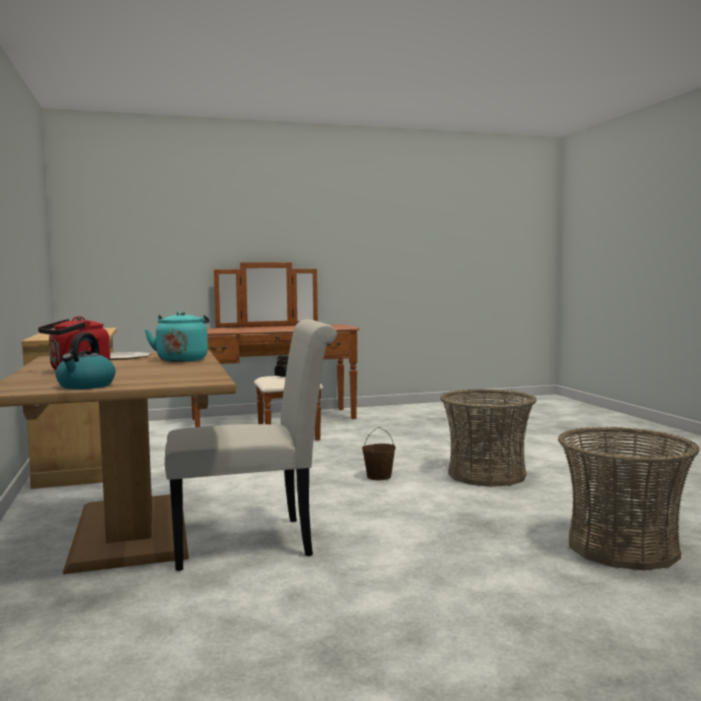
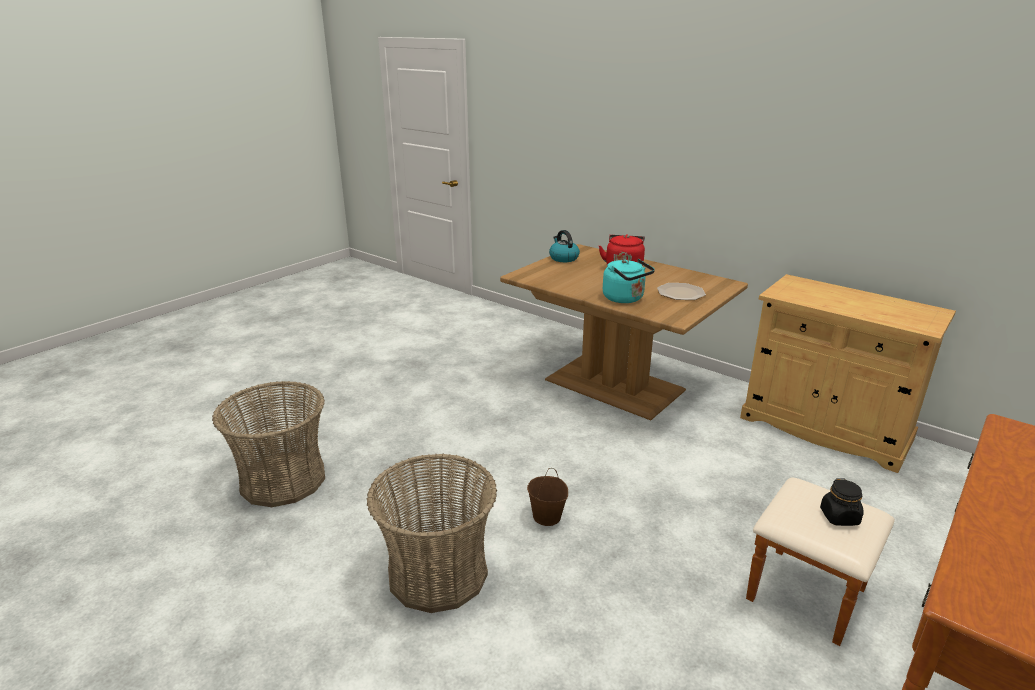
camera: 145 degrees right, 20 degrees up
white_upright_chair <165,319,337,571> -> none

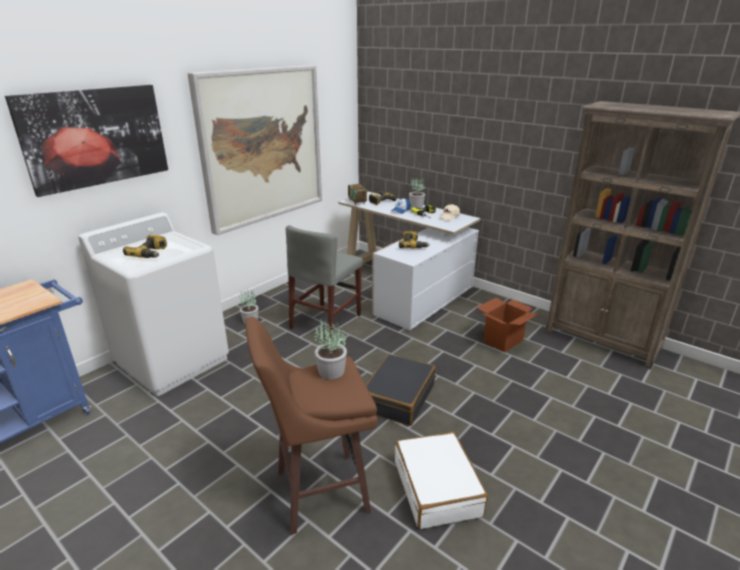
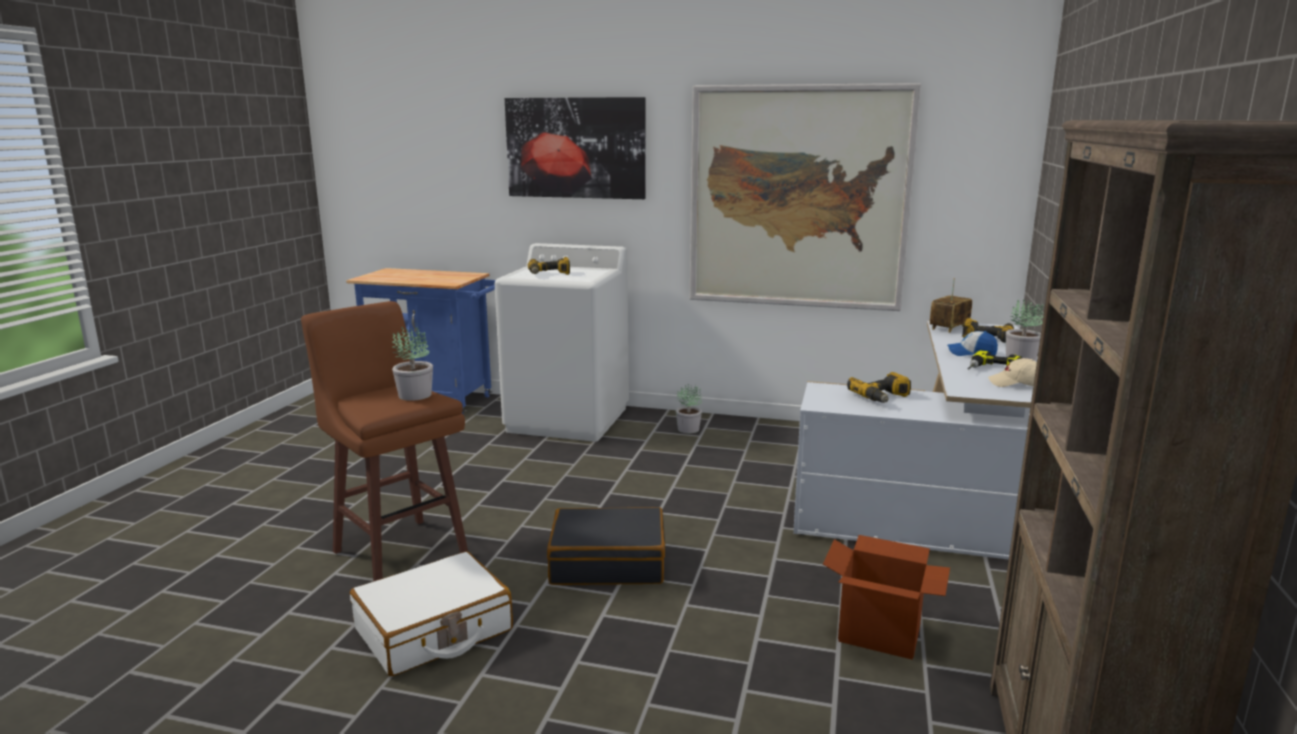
camera: 65 degrees right, 10 degrees down
greyish_upright_chair <286,225,363,338> -> none

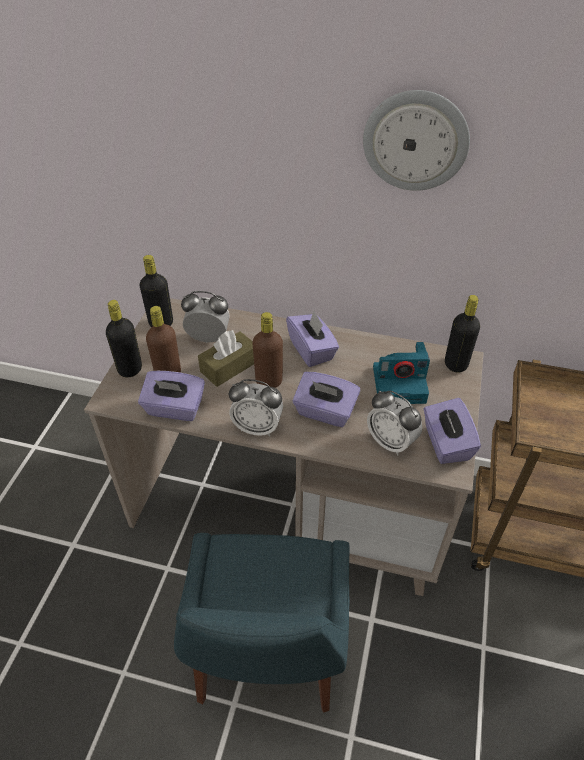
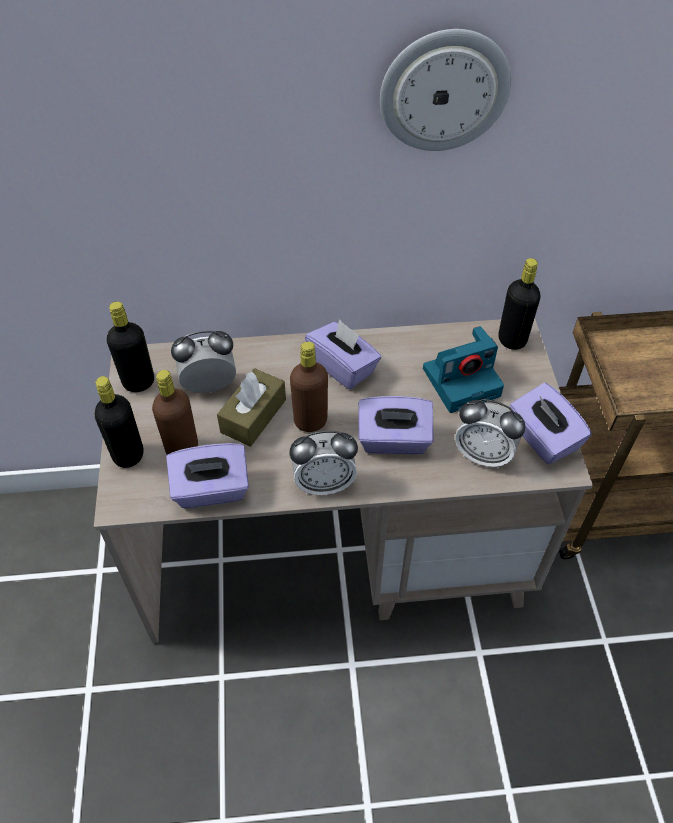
camera: 20 degrees left, 5 degrees up
bluish_upright_chair <174,533,350,713> -> none

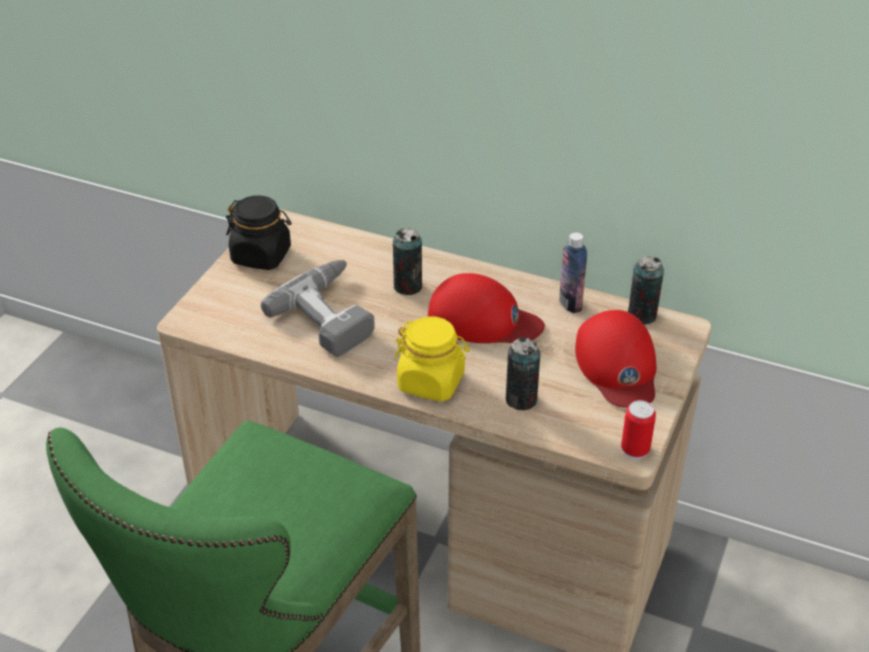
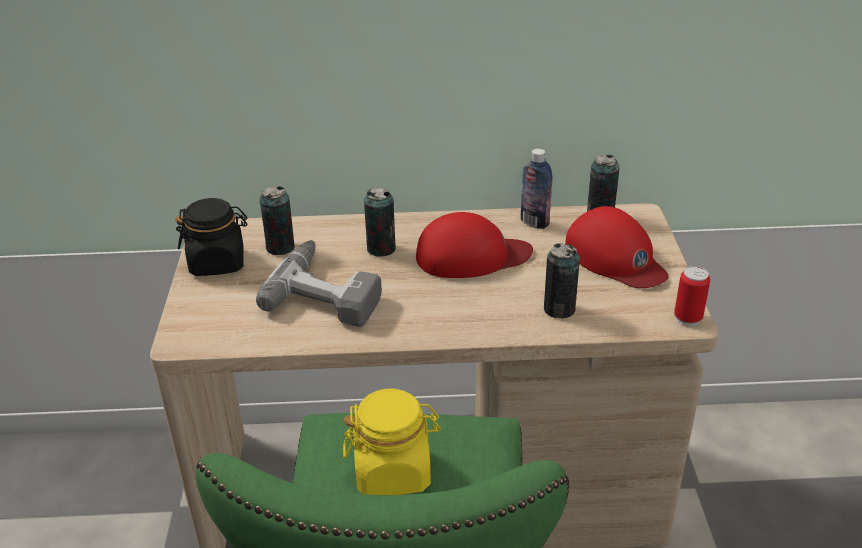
camera: 25 degrees left, 5 degrees down
none -> metal_can <260,186,295,255>
yellow-coloured_preserve_jar <394,316,470,402> -> yellow-coloured_preserve_jar <343,389,441,495>, move

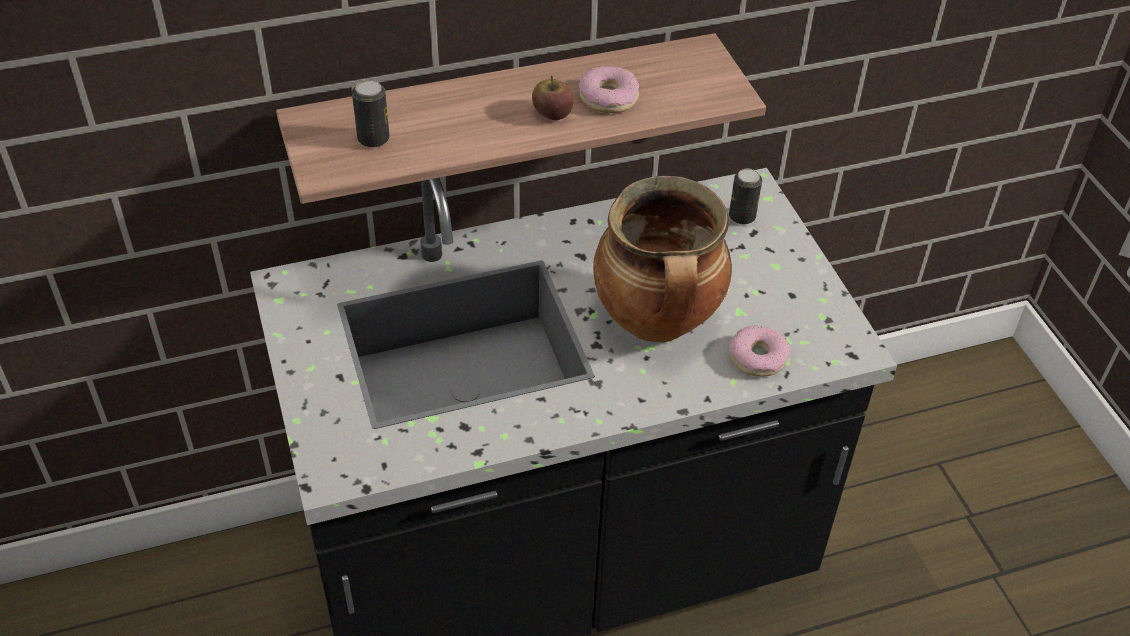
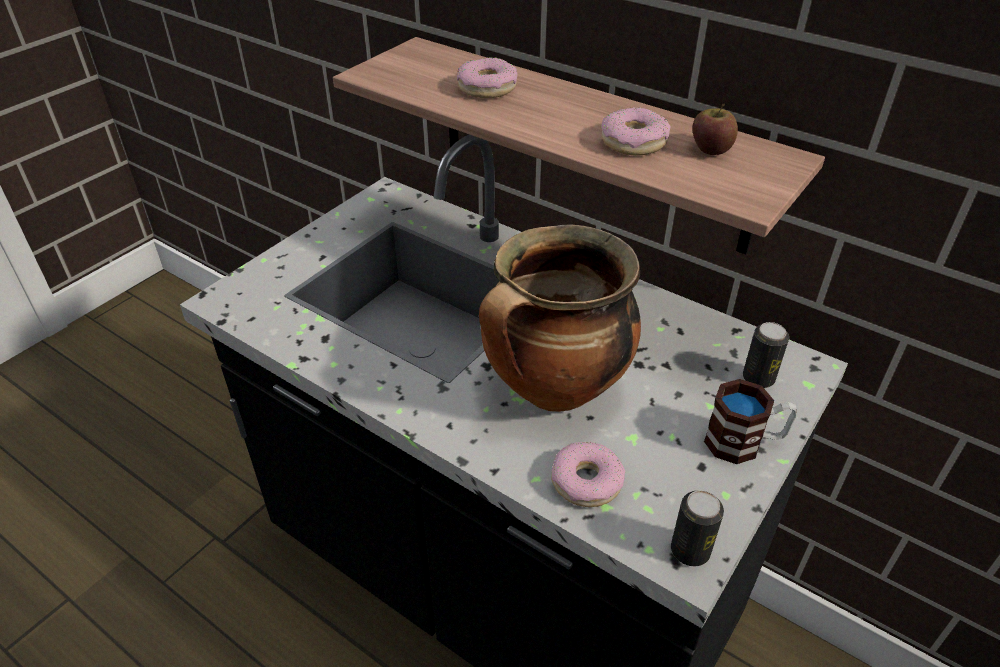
camera: 55 degrees right, 5 degrees down
none -> doughnut <457,57,518,98>
none -> mug <704,379,797,464>
metal_can <352,80,390,148> -> metal_can <671,490,724,566>, move
apple <532,76,573,120> -> apple <692,104,738,155>, move

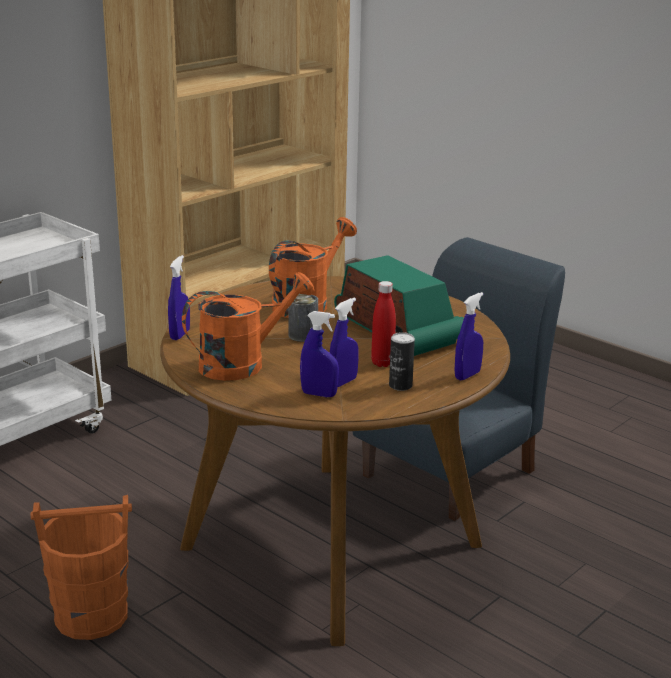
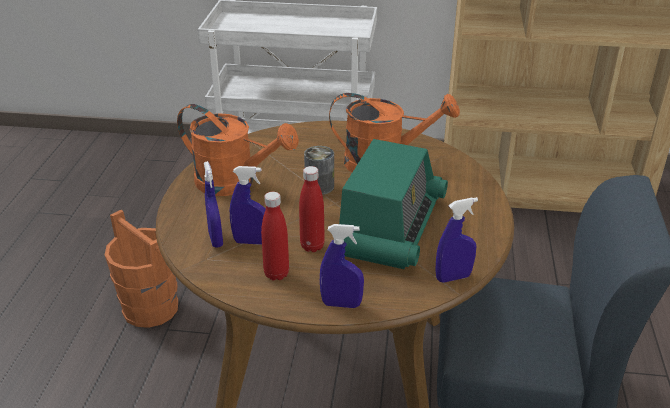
camera: 55 degrees right, 10 degrees up
bluish_spray_bottle <168,255,190,340> -> bluish_spray_bottle <435,197,478,283>, move
metal_can <389,332,415,391> -> red_drink_bottle <261,192,289,281>

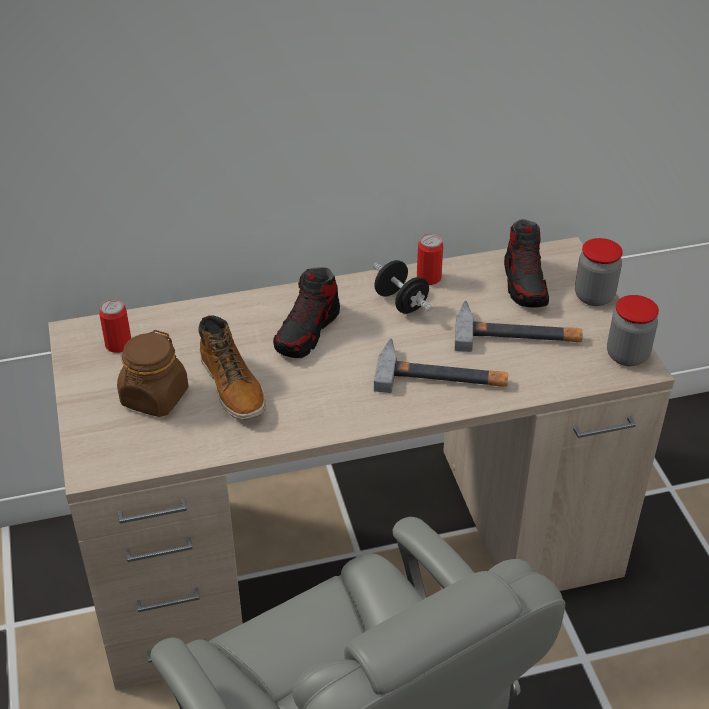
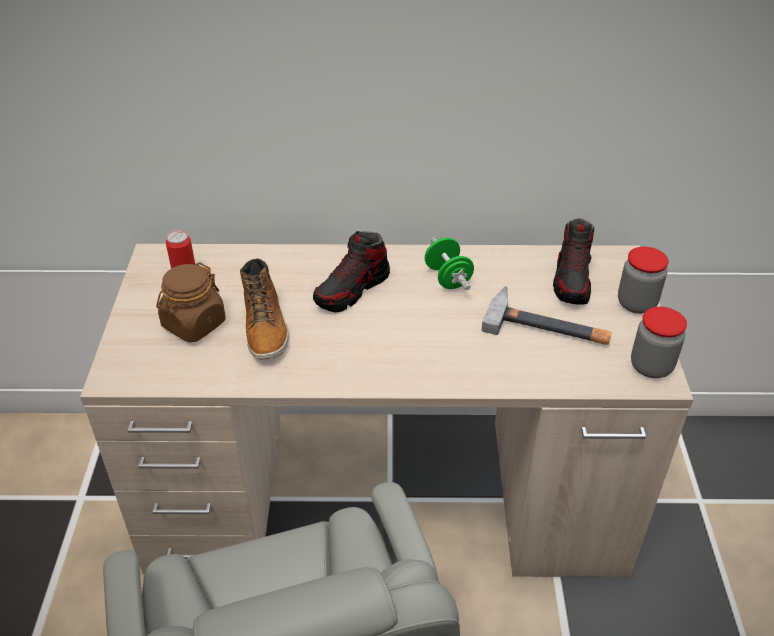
camera: 15 degrees right, 0 degrees up
hammer <374,339,508,393> -> none
metal_can <417,234,443,285> -> none
black-coloured_dumbbell <373,260,433,314> -> greenish_dumbbell <425,238,474,290>

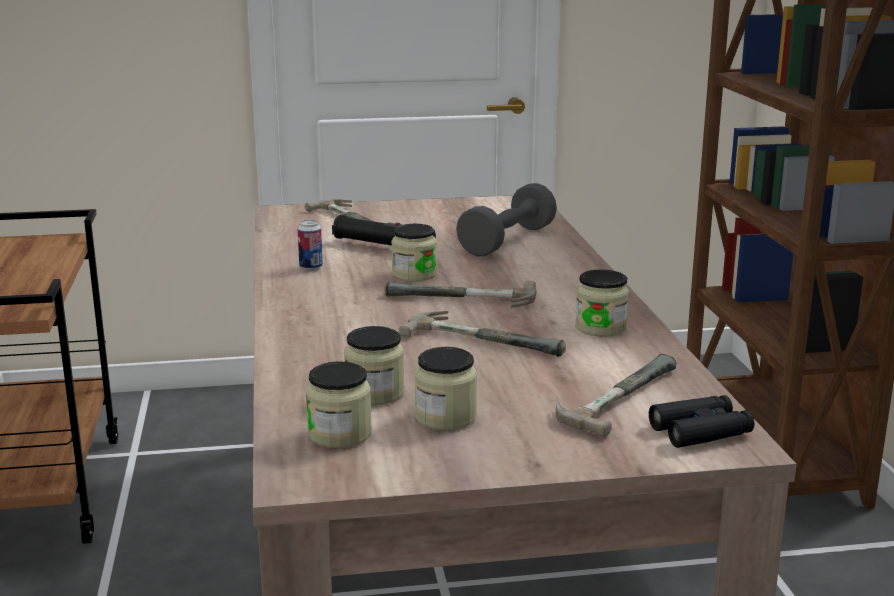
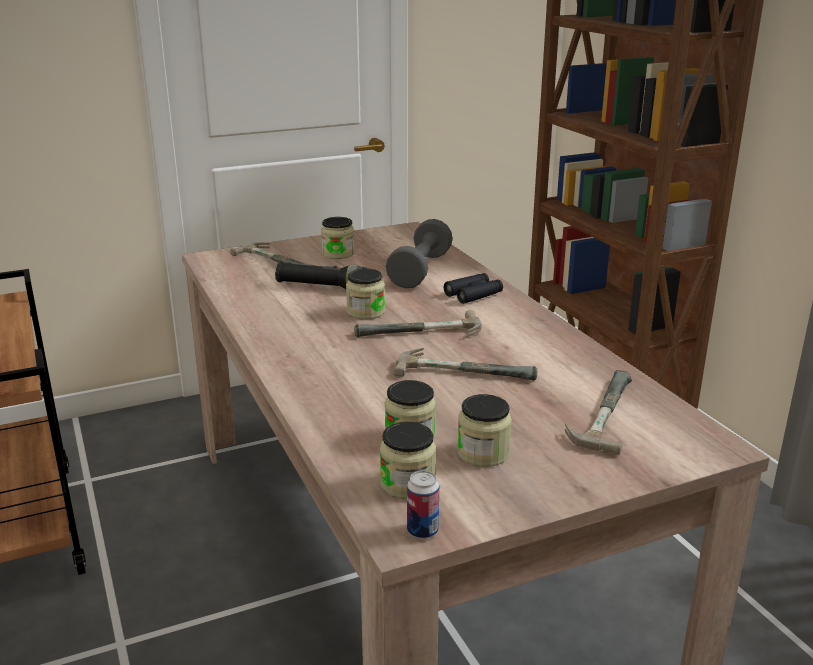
camera: 15 degrees left, 5 degrees up
metal_can <298,220,323,270> -> metal_can <407,471,439,539>, move
preserve_jar <575,270,629,337> -> preserve_jar <321,217,354,259>, move
black-coloured_pair_of_binoculars <649,395,754,448> -> black-coloured_pair_of_binoculars <444,273,503,304>, move

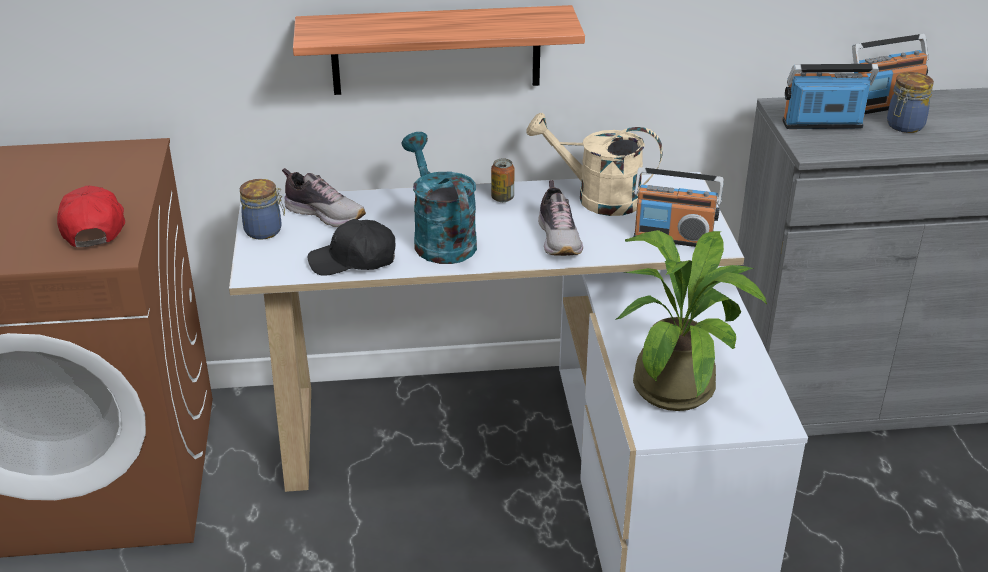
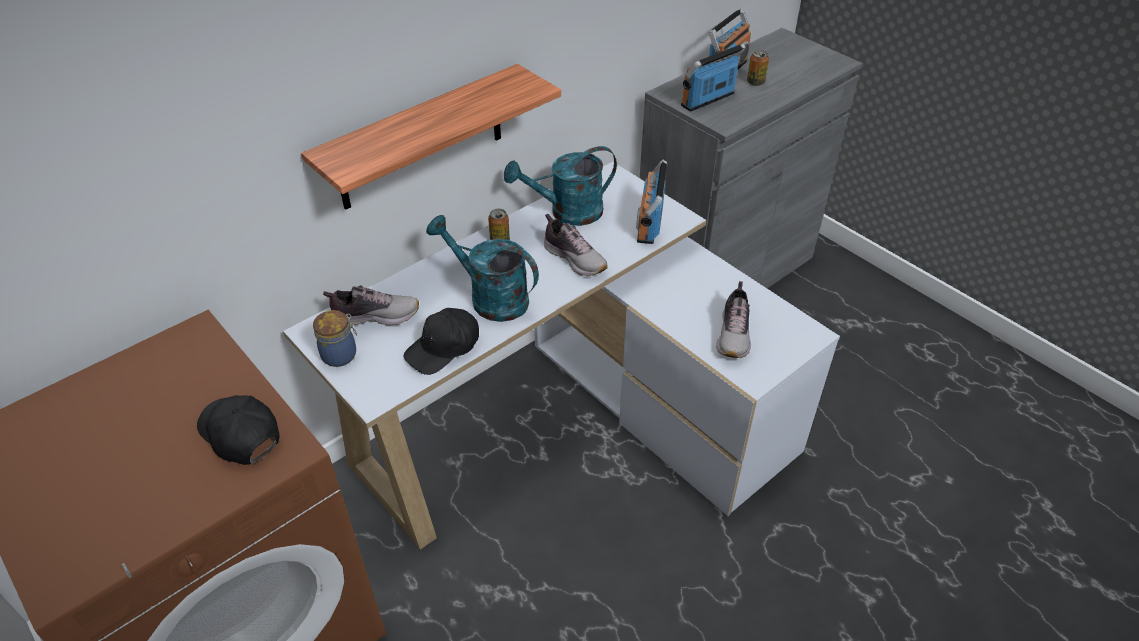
camera: 35 degrees left, 10 degrees up
potted_plant <615,230,767,411> -> low_shoe <716,281,751,358>
preserve_jar <887,72,934,133> -> metal_can <747,50,769,86>
red_baseball_cap <57,186,125,247> -> black-coloured_baseball_cap <197,395,280,465>
beige-coloured_watering_pot <526,112,663,216> -> turquoise_watering_pot <504,146,617,226>
radio <634,167,724,247> -> radio <636,160,667,244>, 120 degrees clockwise

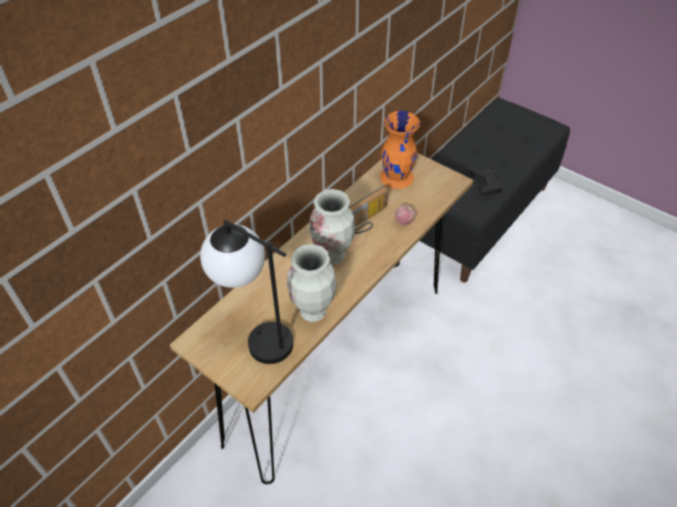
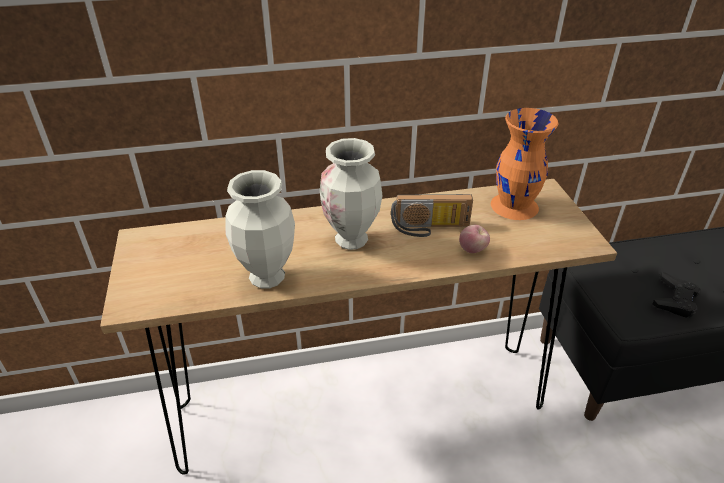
camera: 40 degrees right, 10 degrees down
tabletop_lamp <200,220,293,364> -> none

